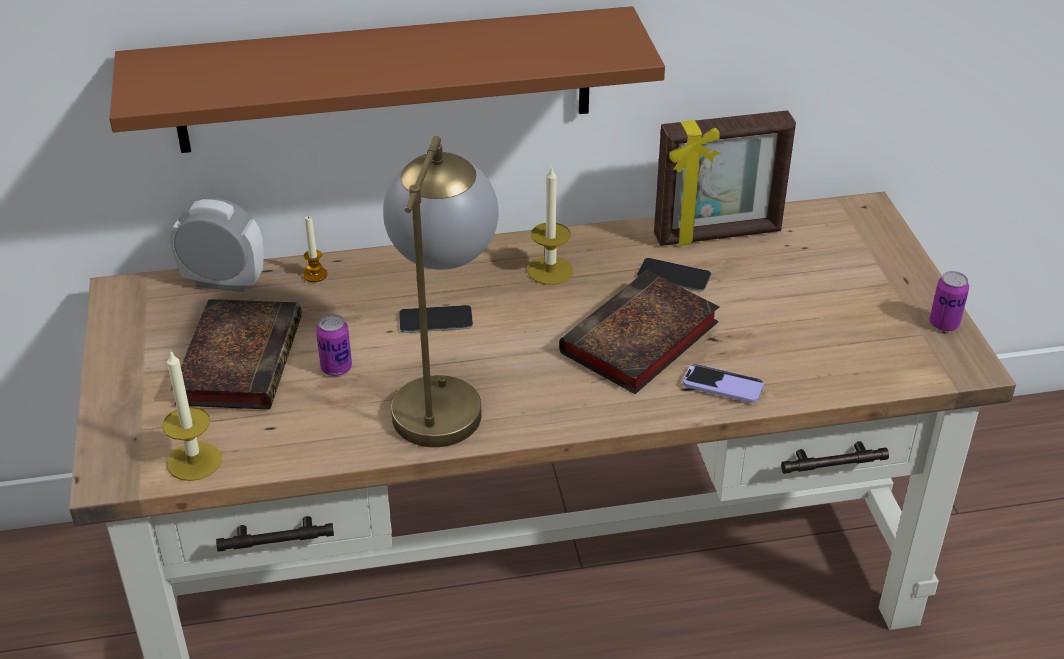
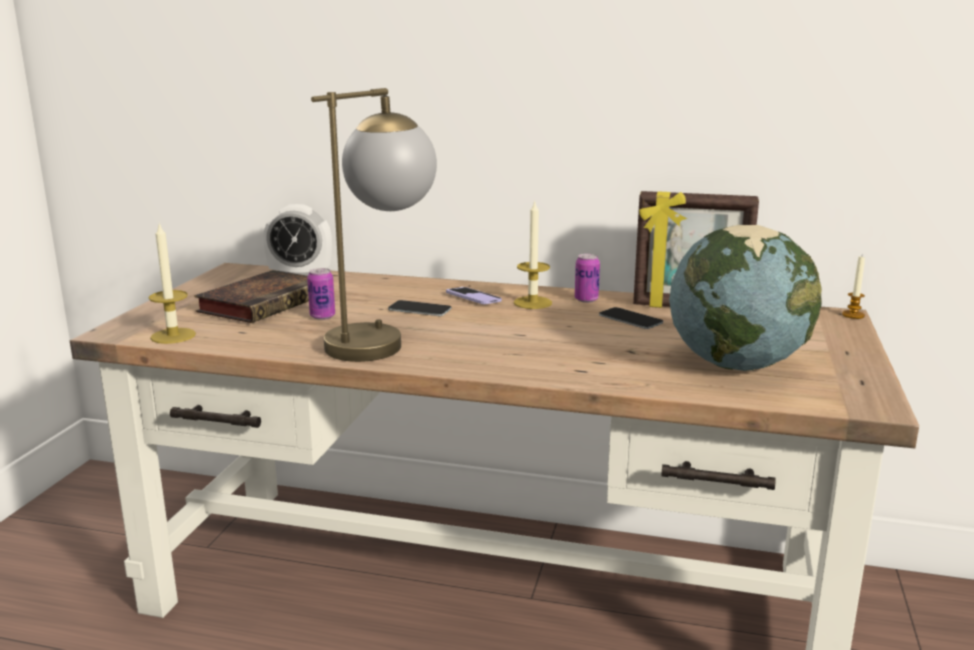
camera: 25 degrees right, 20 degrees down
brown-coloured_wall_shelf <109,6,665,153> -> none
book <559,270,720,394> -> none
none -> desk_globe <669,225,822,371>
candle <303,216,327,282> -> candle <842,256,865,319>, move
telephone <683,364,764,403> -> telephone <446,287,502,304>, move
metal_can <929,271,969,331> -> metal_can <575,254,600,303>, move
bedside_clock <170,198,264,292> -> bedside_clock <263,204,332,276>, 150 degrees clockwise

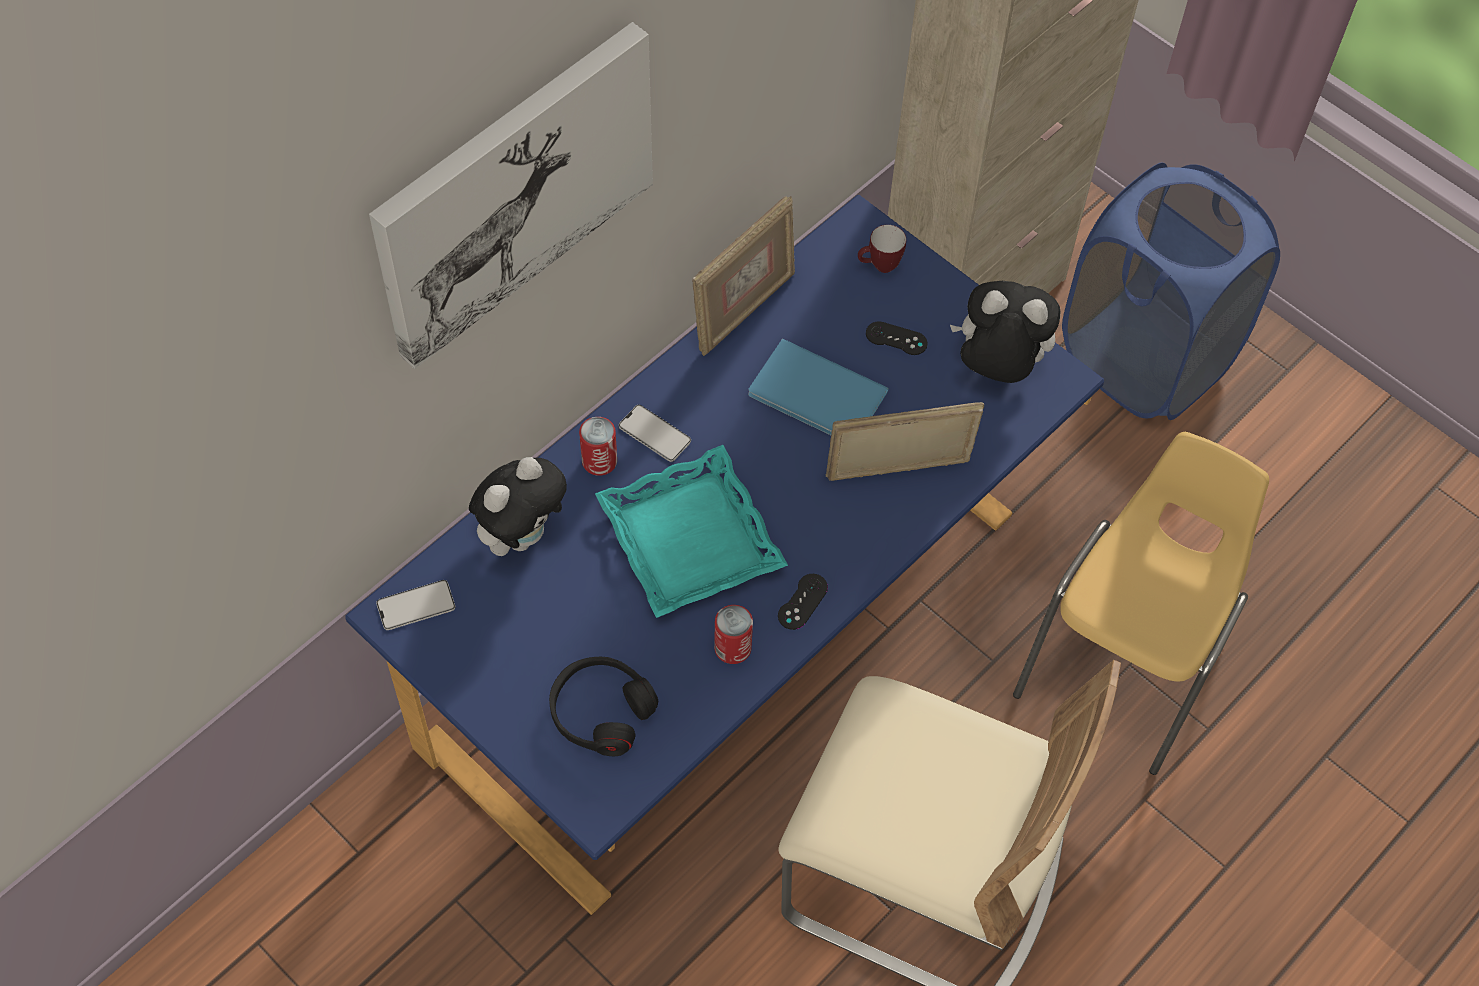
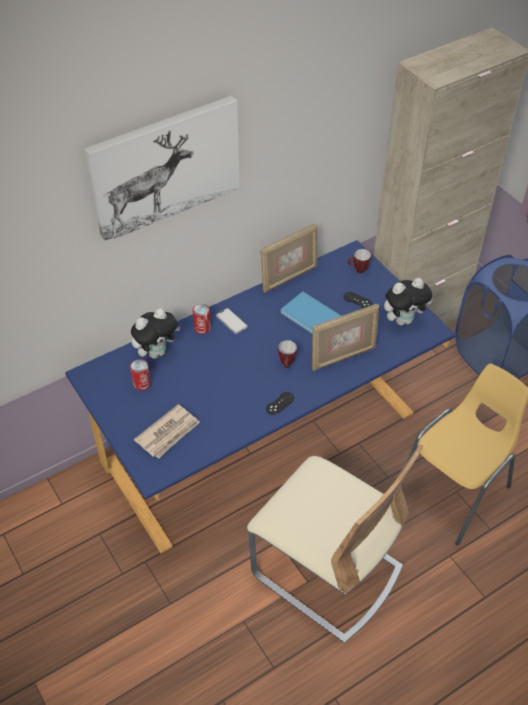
camera: 15 degrees right, 10 degrees down
telephone <376,580,455,630> -> none
turquoise_serving_tray <595,445,788,618> -> none
none -> mug <278,340,297,368>
metal_can <714,605,753,664> -> metal_can <130,359,151,390>, move
black-coloured_pair_of_headphones <549,657,658,756> -> newspaper <134,404,200,459>
picture_frame <825,402,984,481> -> picture_frame <312,304,379,371>, 150 degrees clockwise
cuddly_toy <950,281,1060,383> -> cuddly_toy <384,278,432,326>, 135 degrees clockwise

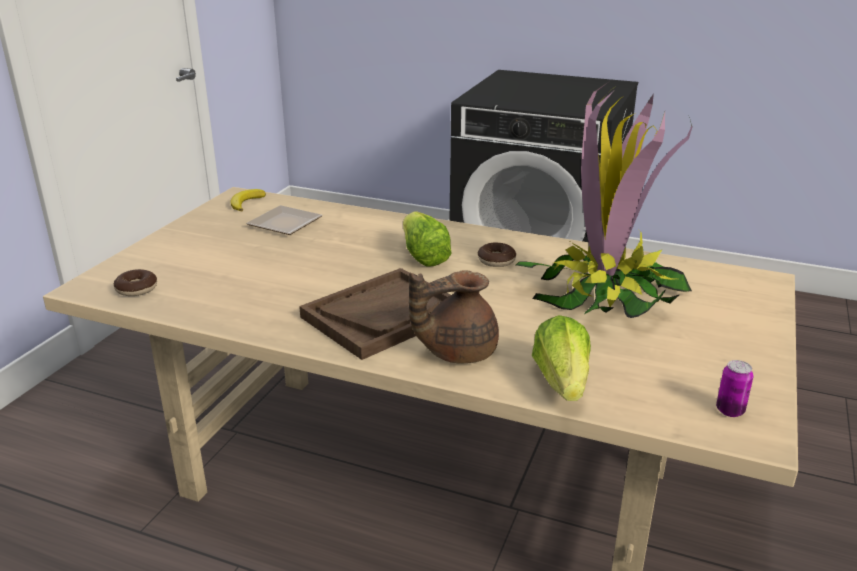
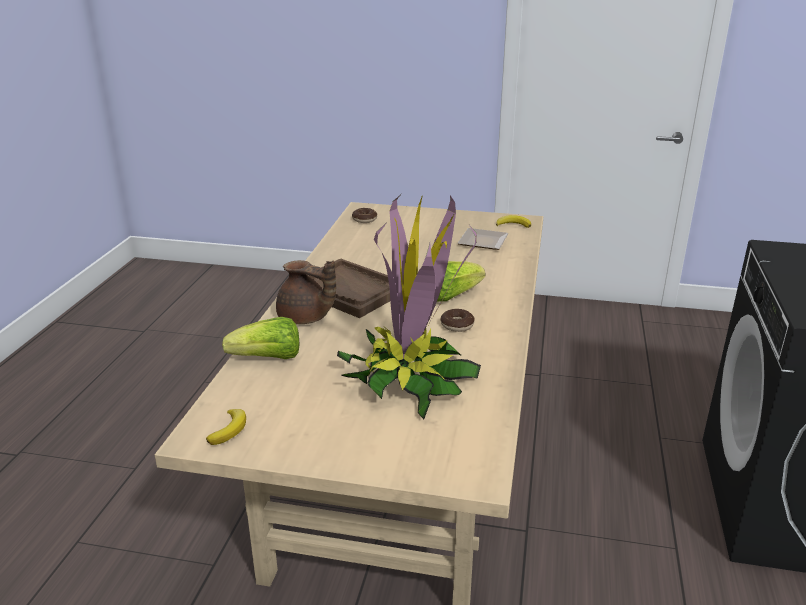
camera: 80 degrees right, 0 degrees up
metal_can <716,360,754,417> -> whole_banana <206,409,246,445>
brown-coloured_teapot <409,270,499,363> -> brown-coloured_teapot <276,260,336,324>, 150 degrees clockwise

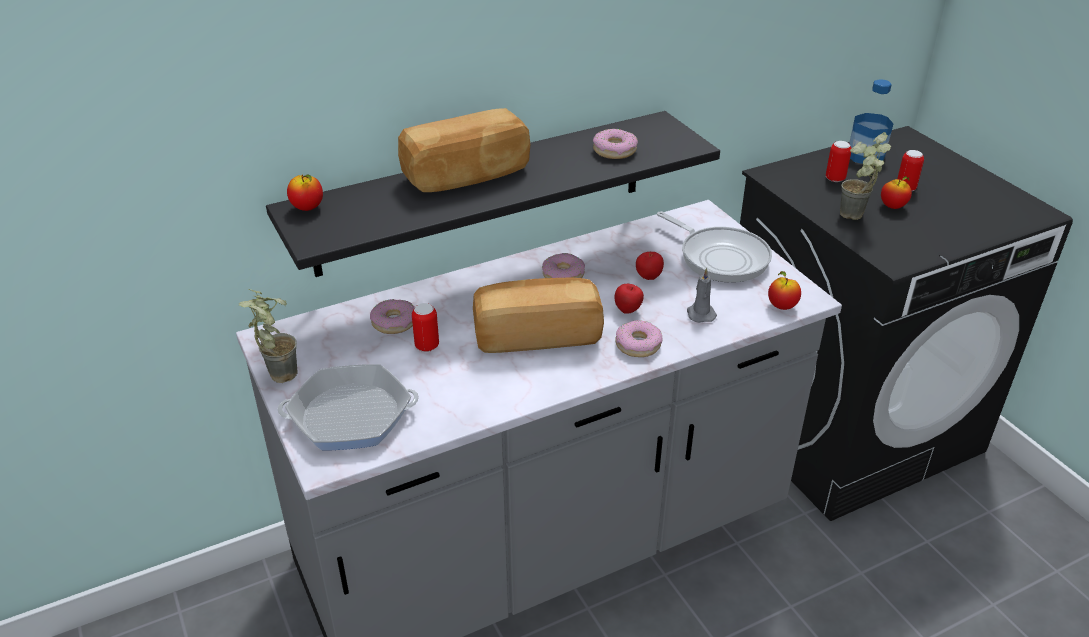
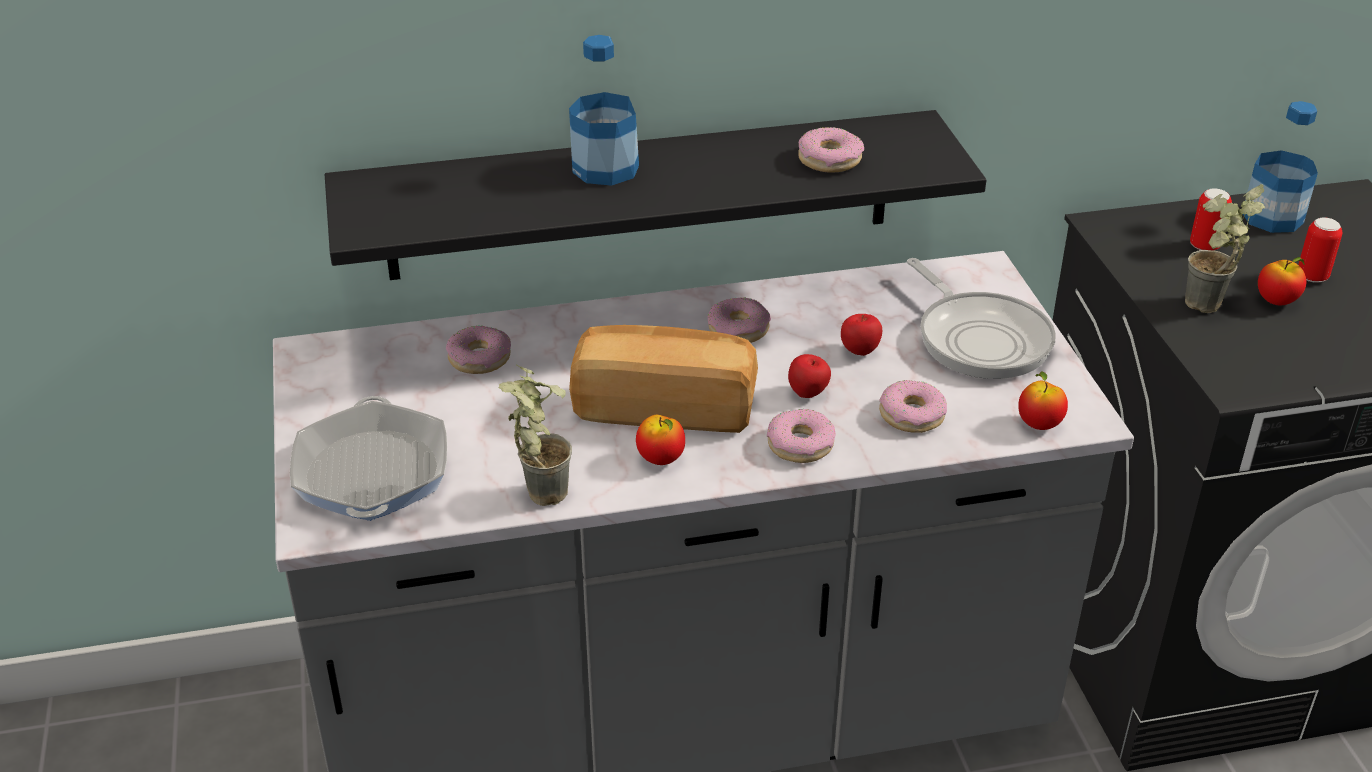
camera: 15 degrees right, 0 degrees up
metal_can <412,303,439,352> -> none
potted_plant <239,289,298,383> -> potted_plant <498,365,572,506>, move
apple <287,175,323,211> -> apple <636,415,685,465>, move
bakery_bread <398,108,530,192> -> drink_bottle <569,35,639,186>
greyish_candle <687,268,717,323> -> doughnut <879,380,947,433>
pan <277,364,419,450> -> pan <290,396,447,521>, 105 degrees counterclockwise

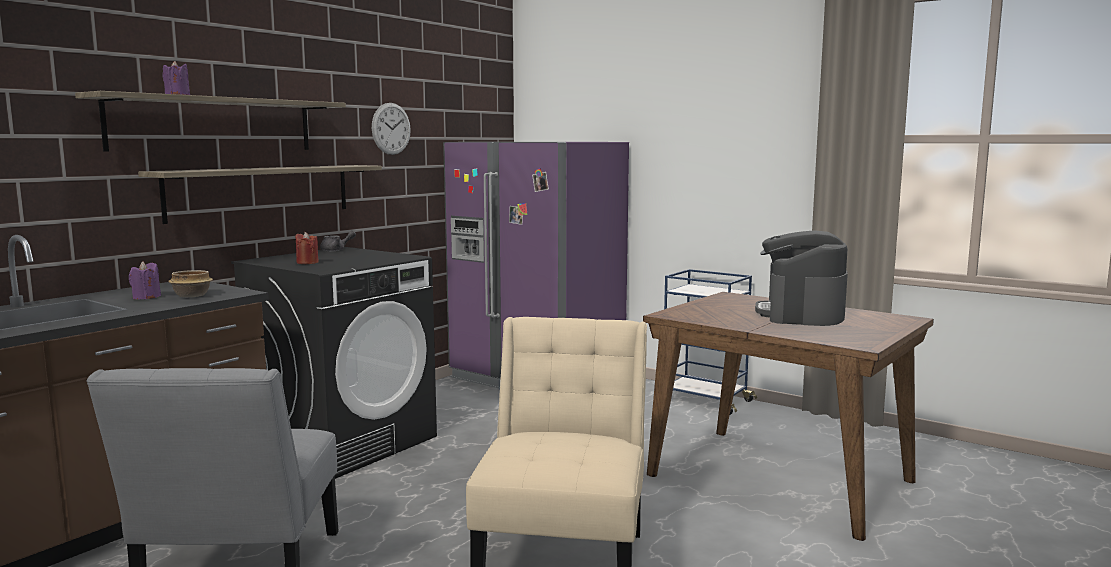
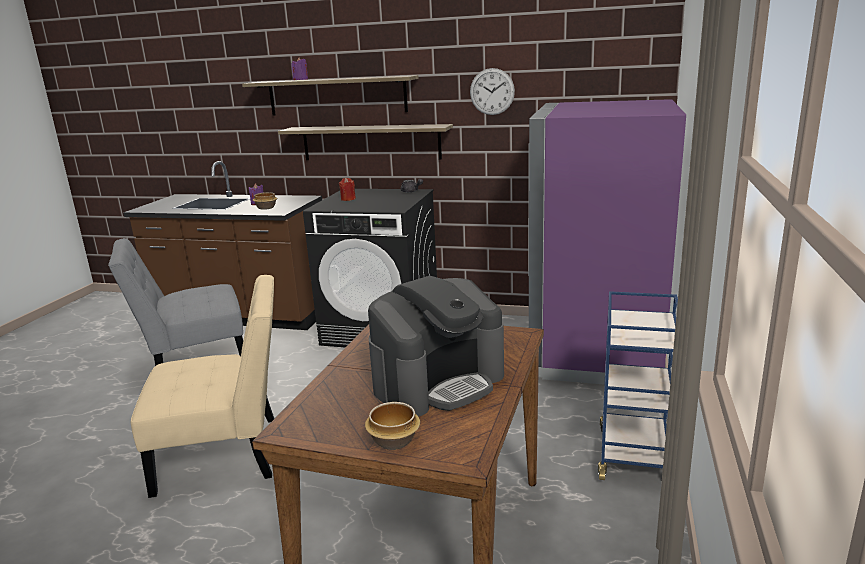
camera: 70 degrees right, 10 degrees up
none -> serving_bowl <365,402,420,450>
coffee_maker <755,230,848,326> -> coffee_maker <368,276,504,417>, 150 degrees clockwise

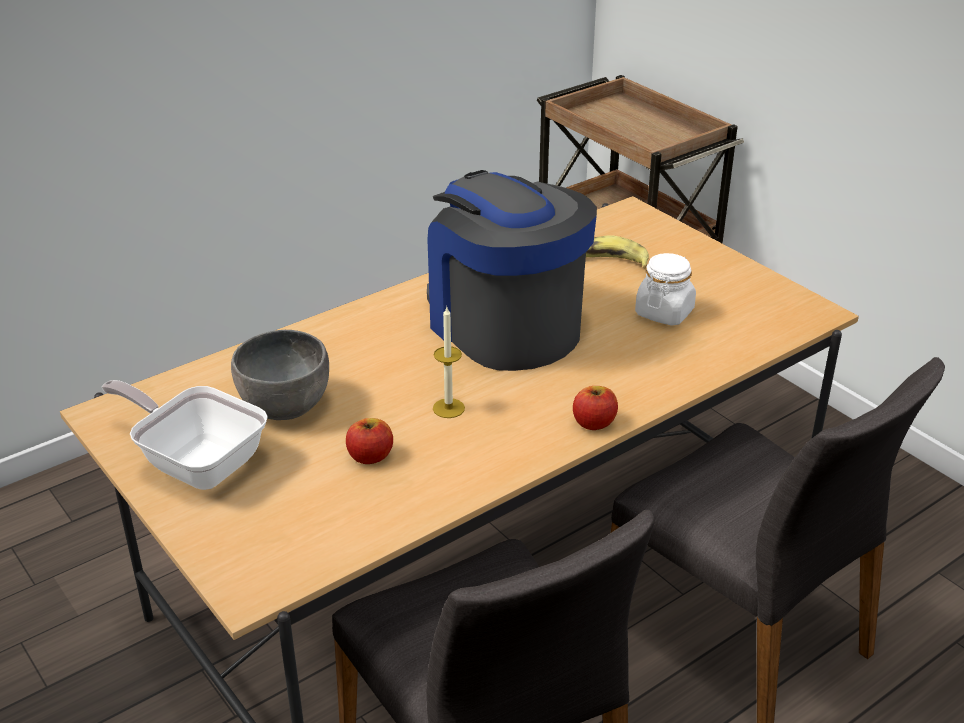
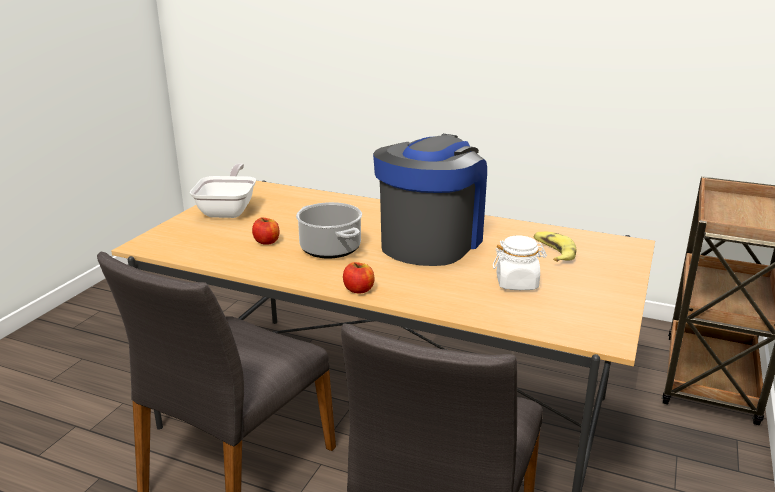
camera: 60 degrees right, 10 degrees down
greyish_serving_bowl <231,330,329,420> -> none
candle <433,307,465,418> -> stockpot <296,202,362,259>

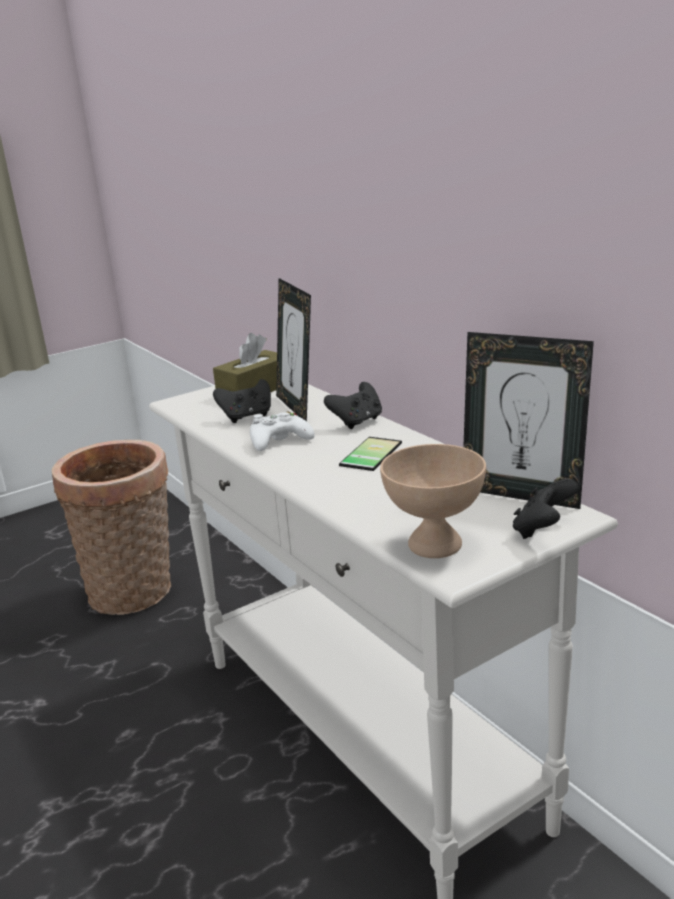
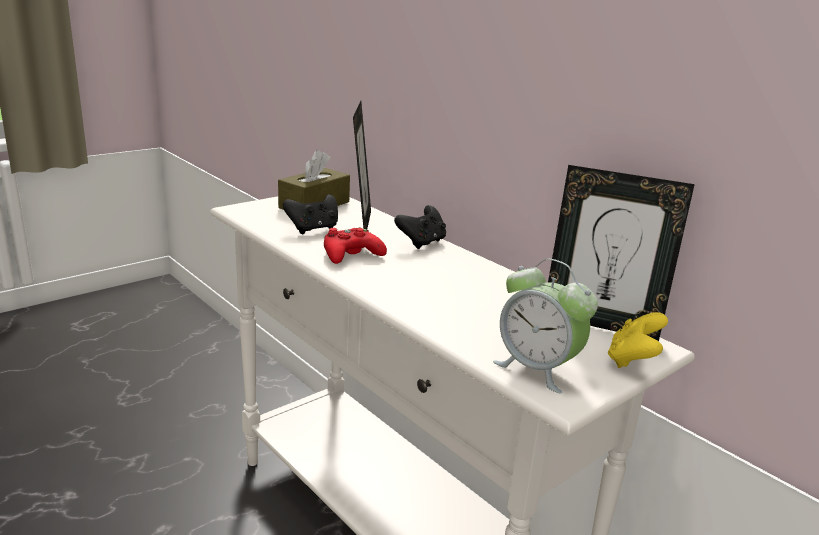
camera: 10 degrees left, 0 degrees up
household_basket <52,440,171,615> -> none
telephone <339,437,402,471> -> none
beige-coloured_serving_bowl <380,444,486,558> -> bedside_clock <493,259,598,394>
white_gamepad <250,411,315,451> -> red_gamepad <324,227,387,264>
black-coloured_gamepad <513,479,579,539> -> yellow-coloured_gamepad <608,312,668,368>
picture_frame <276,278,311,421> -> picture_frame <353,101,371,229>, 150 degrees counterclockwise

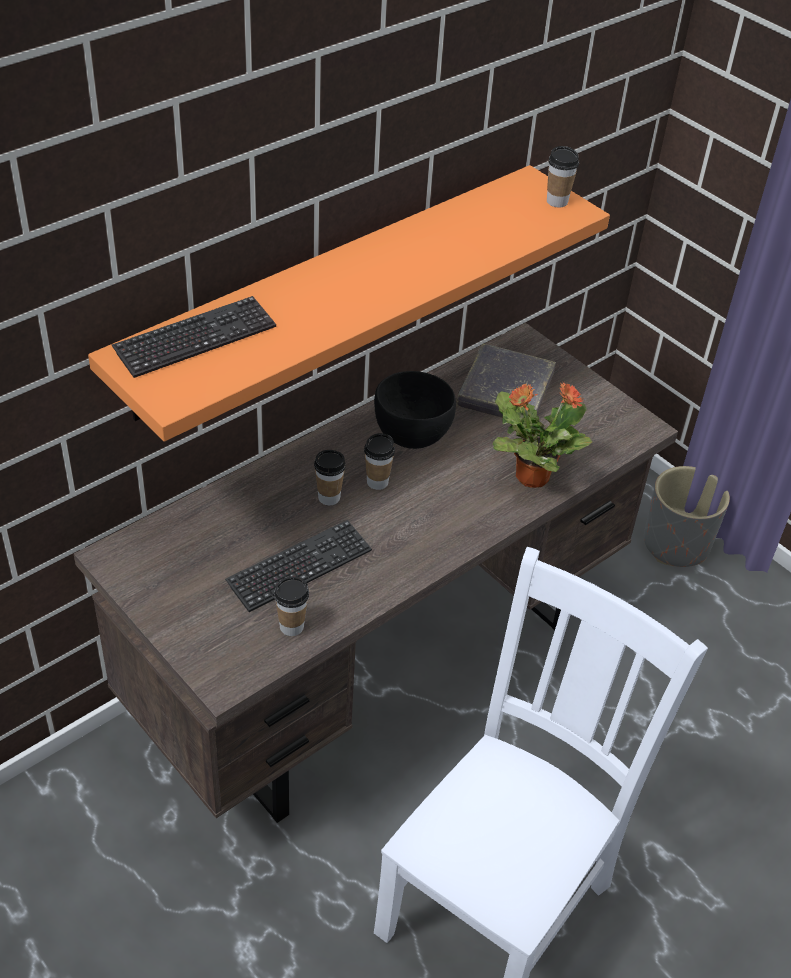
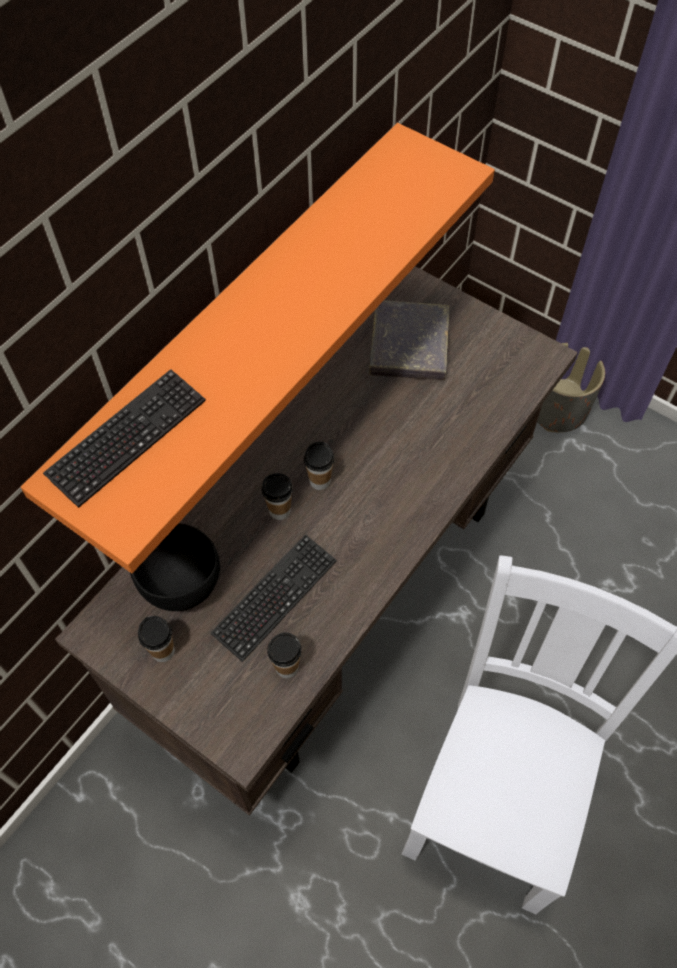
camera: 10 degrees left, 15 degrees up
potted_plant <492,382,592,488> -> none
black-coloured_serving_bowl <374,371,456,449> -> black-coloured_serving_bowl <130,523,220,611>, move
drinking_cup <547,146,579,207> -> drinking_cup <138,616,175,662>, move

